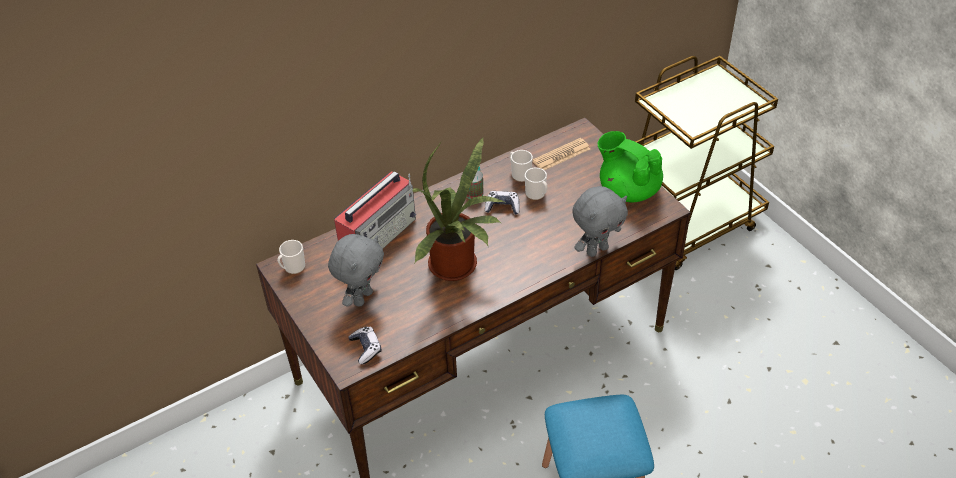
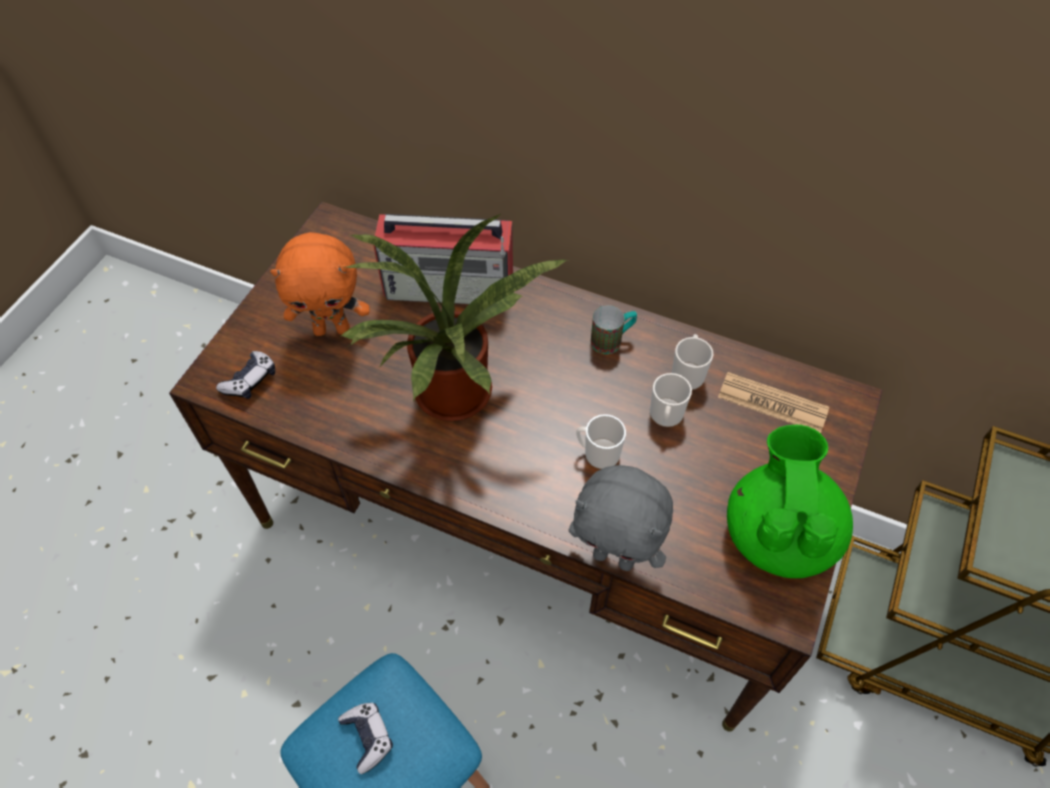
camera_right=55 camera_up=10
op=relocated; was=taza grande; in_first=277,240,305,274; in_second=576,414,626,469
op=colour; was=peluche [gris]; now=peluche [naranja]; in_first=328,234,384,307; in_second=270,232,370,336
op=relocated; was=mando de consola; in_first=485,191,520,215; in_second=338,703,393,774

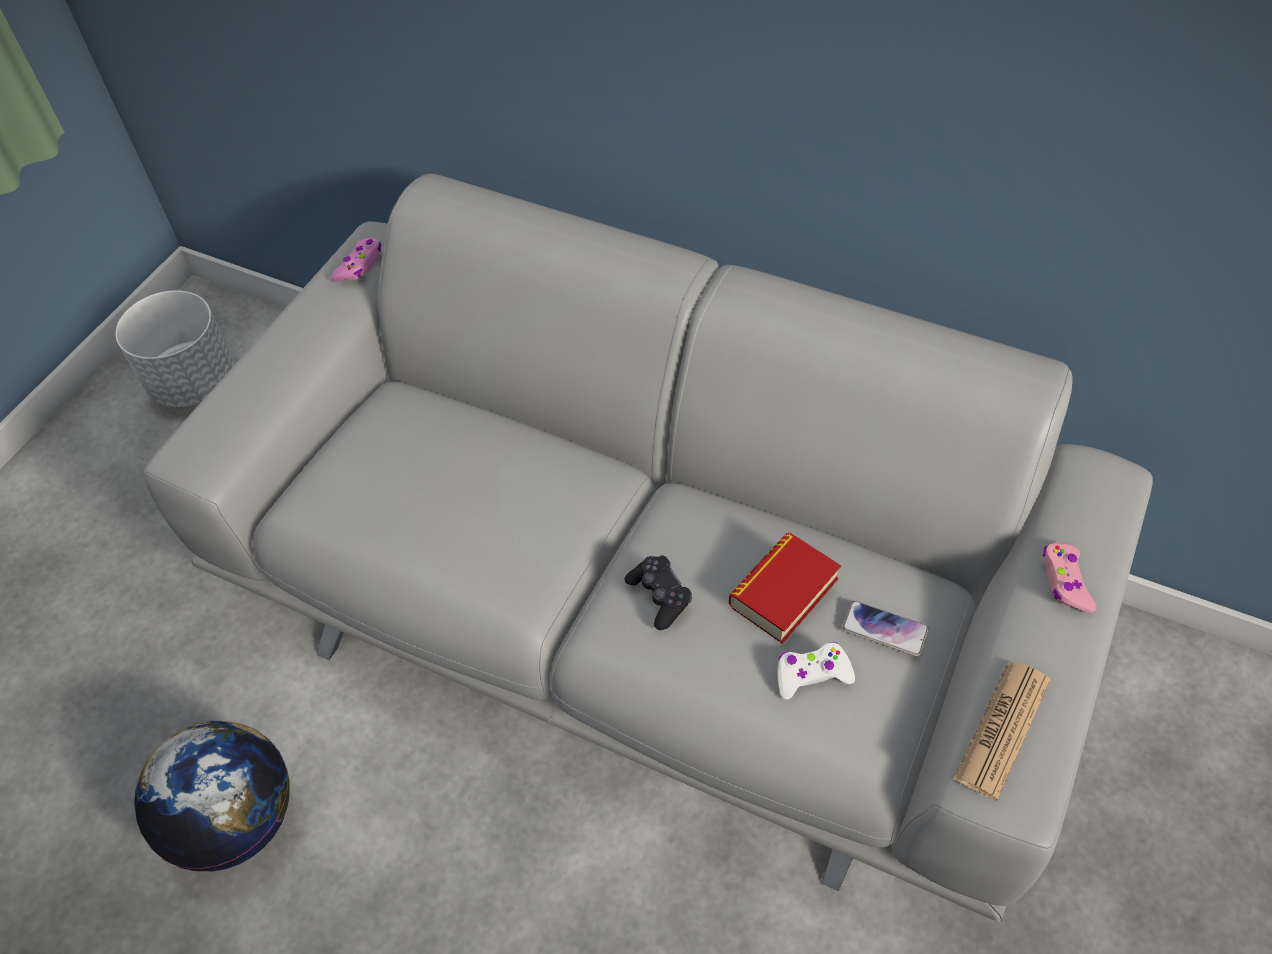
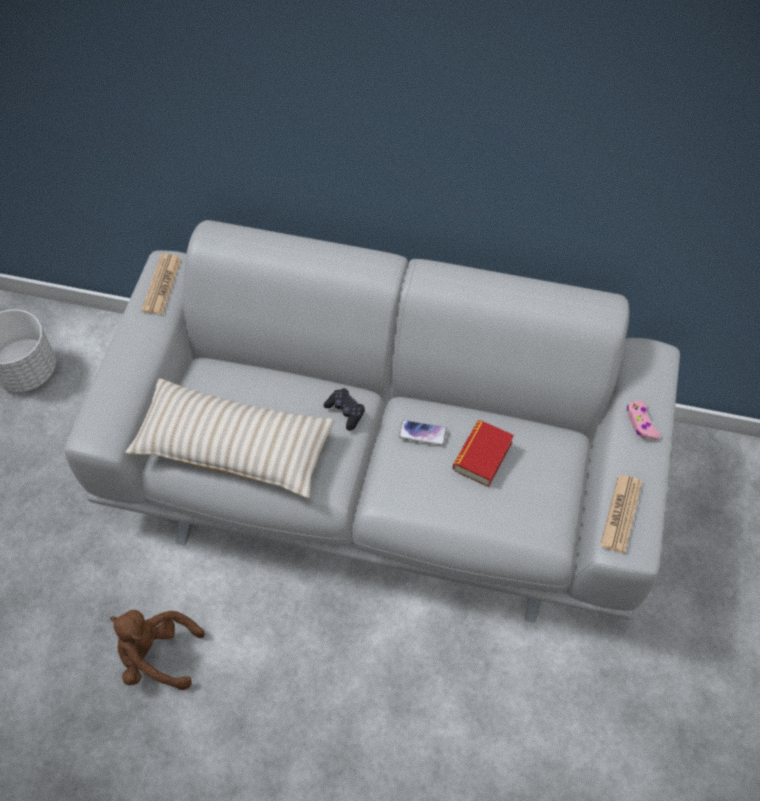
camera_right=-15 camera_up=5
op=exchanged; was=globo terráqueo; now=peluche [marrón]; in_first=134,721,290,871; in_second=110,610,205,690
op=exchanged; was=mando de consola [rosa]; now=periódico; in_first=330,238,381,282; in_second=141,254,182,315
op=relocated; was=mando de consola [negro]; in_first=624,555,692,630; in_second=324,388,365,431
op=missing; was=mando de consola [blanco]; in_first=777,642,855,700
op=relocated; was=móvil; in_first=842,601,928,657; in_second=399,420,447,446
op=appeared; now=cojín [beis]; in_second=125,378,335,498

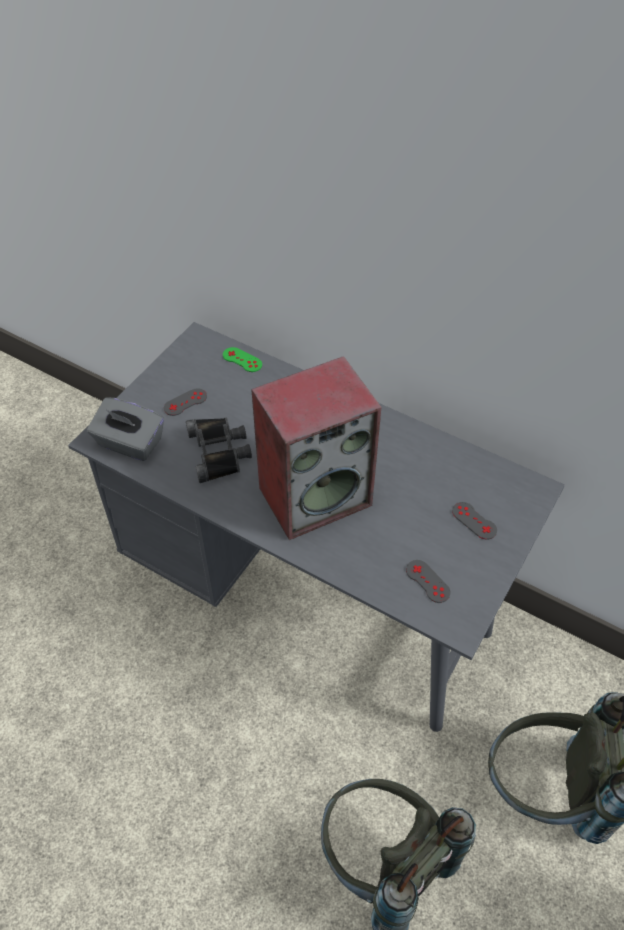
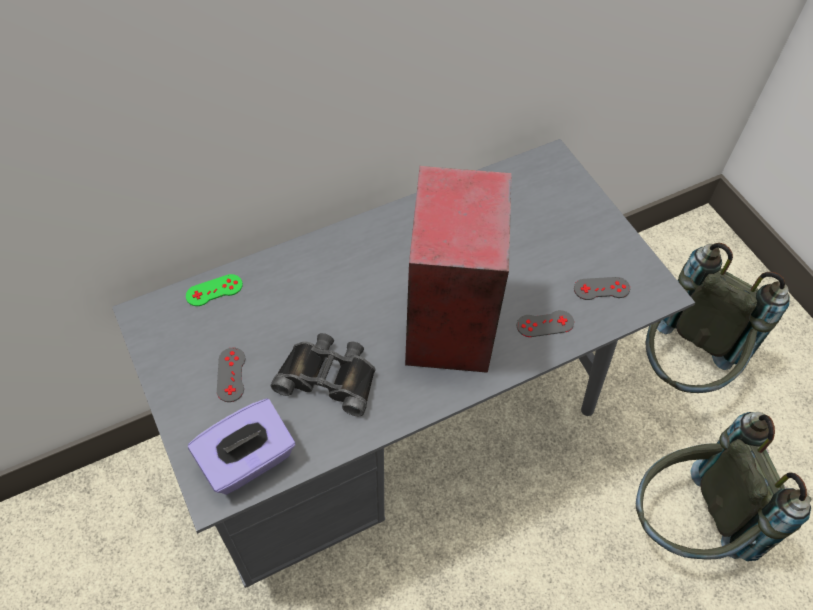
camera_right=-60 camera_up=5
op=colour; was=caja de pañuelos [gris]; now=caja de pañuelos [morado]; in_first=87,397,164,461; in_second=188,398,295,495
op=relocated; was=mando de consola [gris]; in_first=452,502,497,540; in_second=517,310,574,337

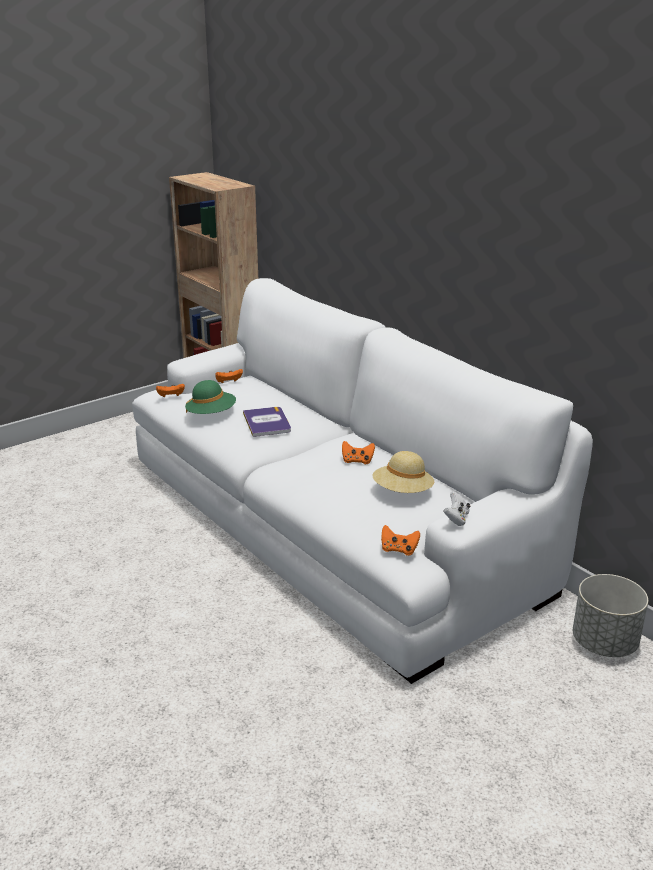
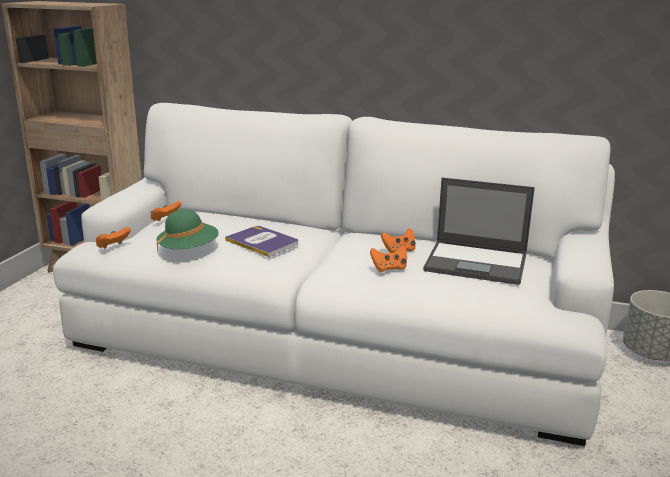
camera_right=-35 camera_up=-5
op=exchanged; was=sombrero [beis]; now=portátil; in_first=373,451,434,493; in_second=423,178,535,285
op=relocated; was=mando de consola [naranja]; in_first=381,525,420,556; in_second=370,245,407,272
op=missing; was=mando de consola [blanco]; in_first=444,491,470,526

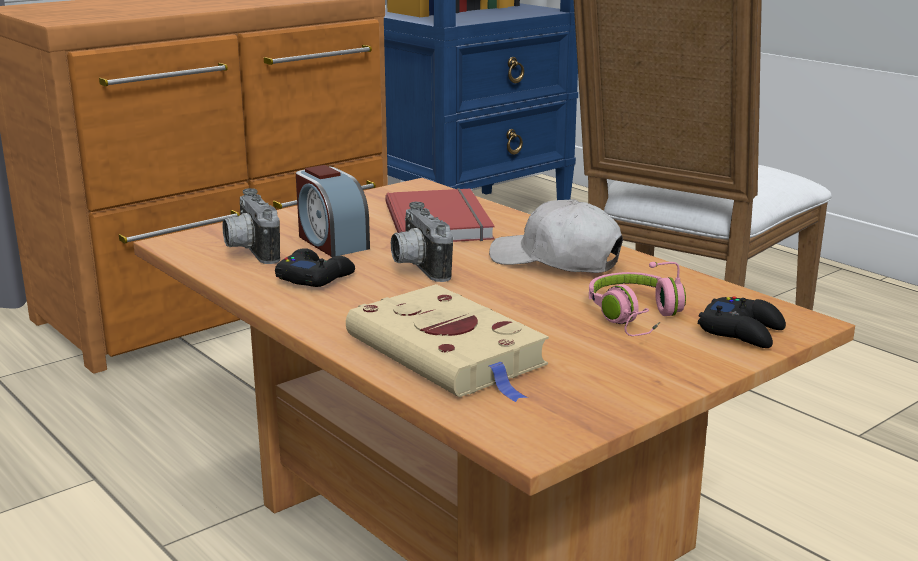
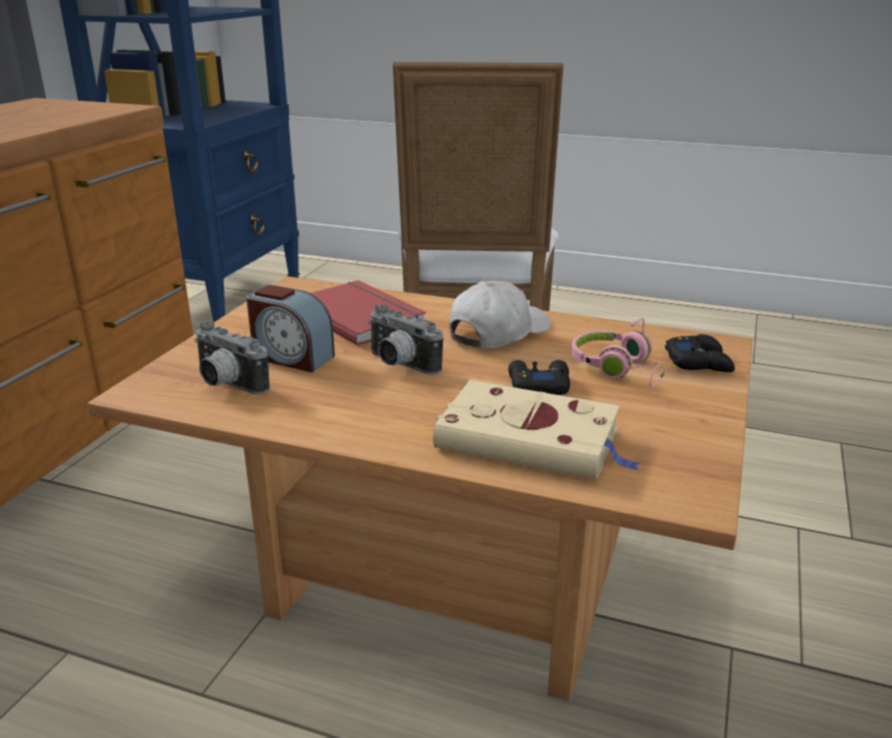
camera_right=-30 camera_up=5
op=relocated; was=mando de consola [negro]; in_first=275,248,355,287; in_second=508,360,570,395
op=spun; was=gorra [blanco]; in_first=489,199,623,273; in_second=449,281,551,349; clockwise=135

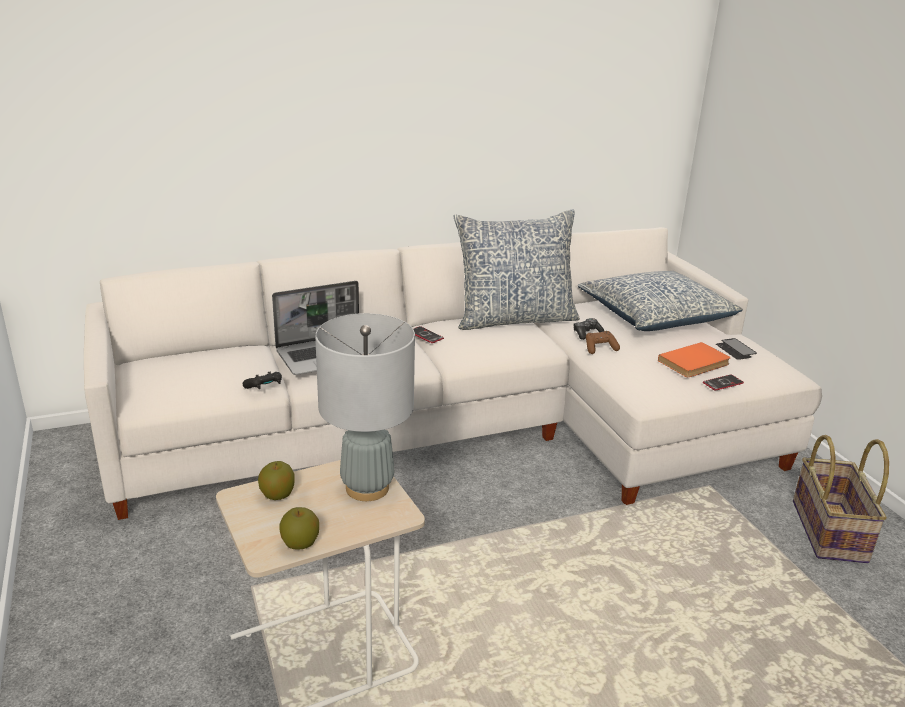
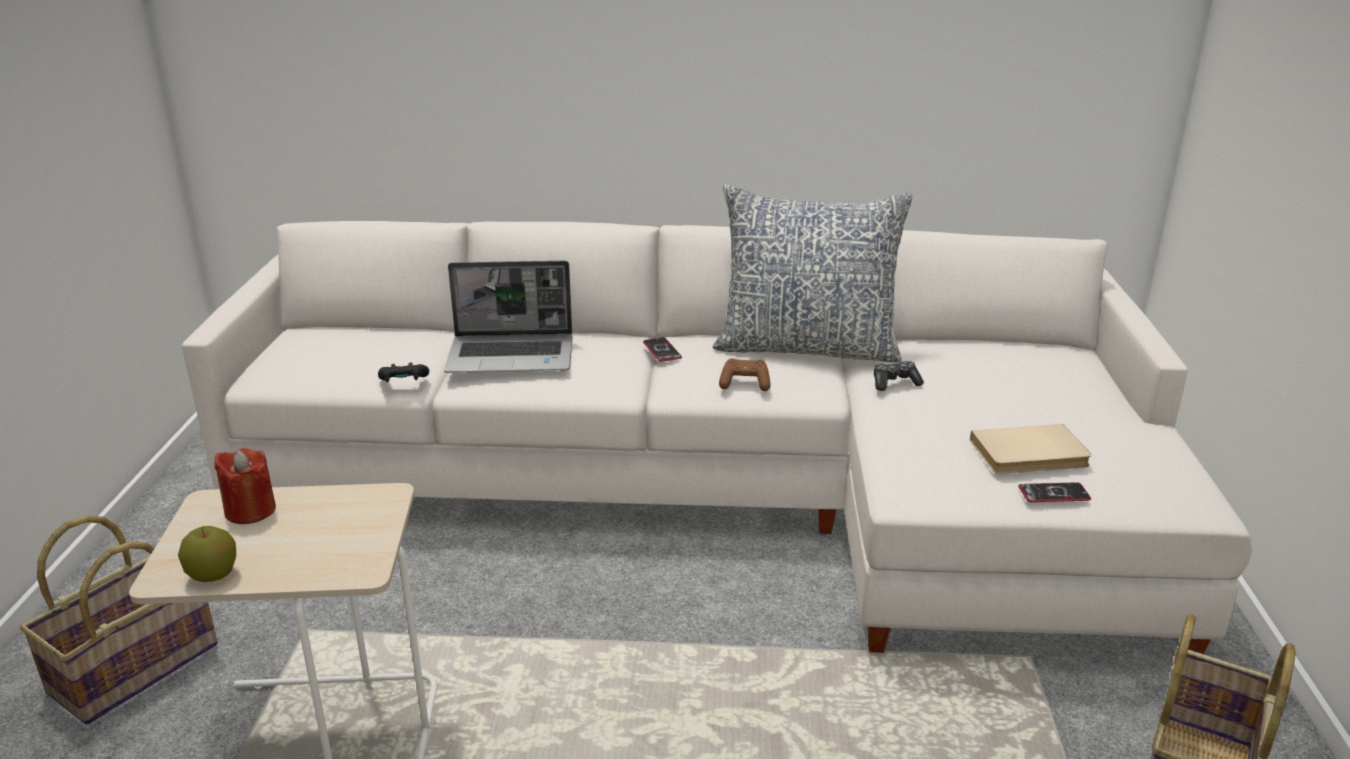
camera_right=25 camera_up=0
op=exchanged; was=manzana; now=vela [rojo]; in_first=258,461,295,500; in_second=214,448,276,524
op=missing; was=lámpara de mesa [gris]; in_first=315,313,415,501
op=missing; was=cojín; in_first=578,271,743,331
op=relocated; was=mando de consola [marrón]; in_first=586,331,620,354; in_second=719,358,770,391
op=colour; was=libro [naranja]; now=libro [beis]; in_first=658,342,731,377; in_second=970,424,1091,474
op=missing; was=móvil; in_first=716,338,757,360
op=appeared; now=cesta; in_second=20,515,218,725

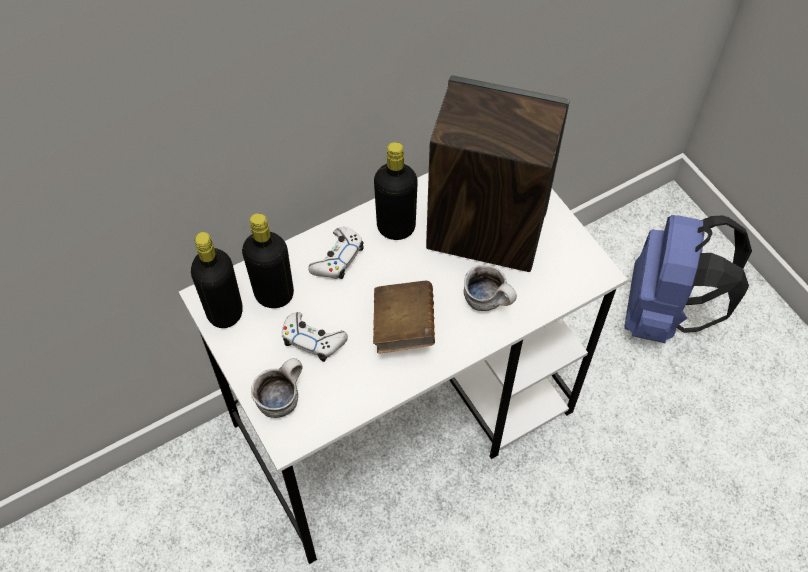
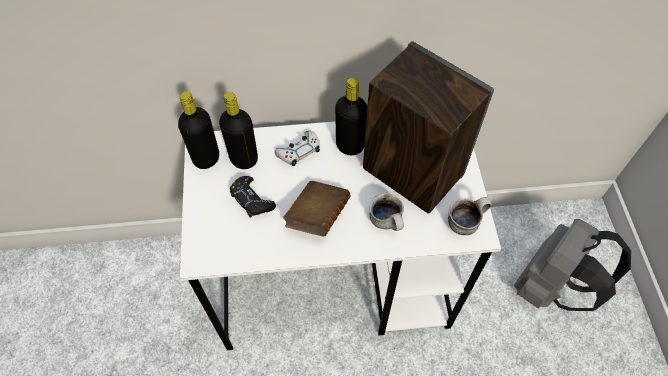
camera_right=25 camera_up=0
op=relocated; was=taza grande; in_first=251,358,303,418; in_second=448,197,492,235
op=colour; was=mando de consola [blanco]; now=mando de consola [negro]; in_first=282,312,348,362; in_second=230,176,276,218
op=colour; was=mochila [azul]; now=mochila [gris]; in_first=625,215,752,343; in_second=514,219,631,311

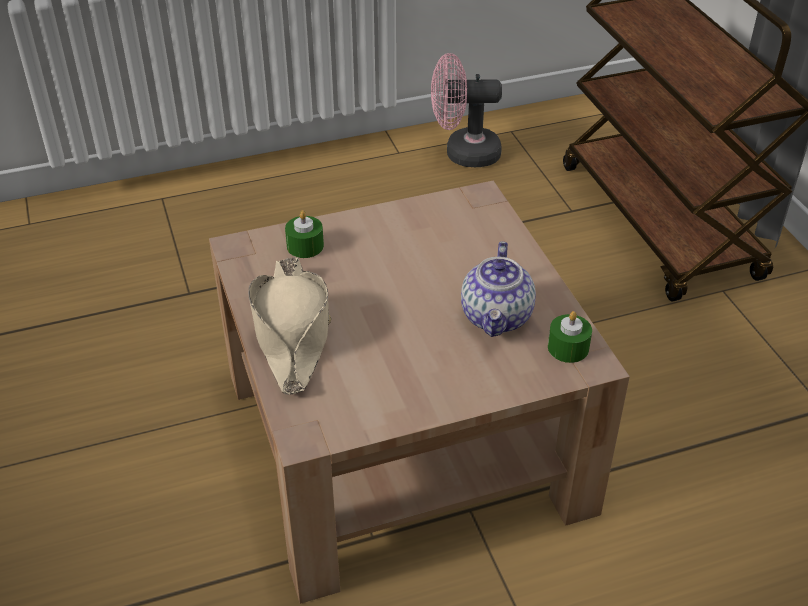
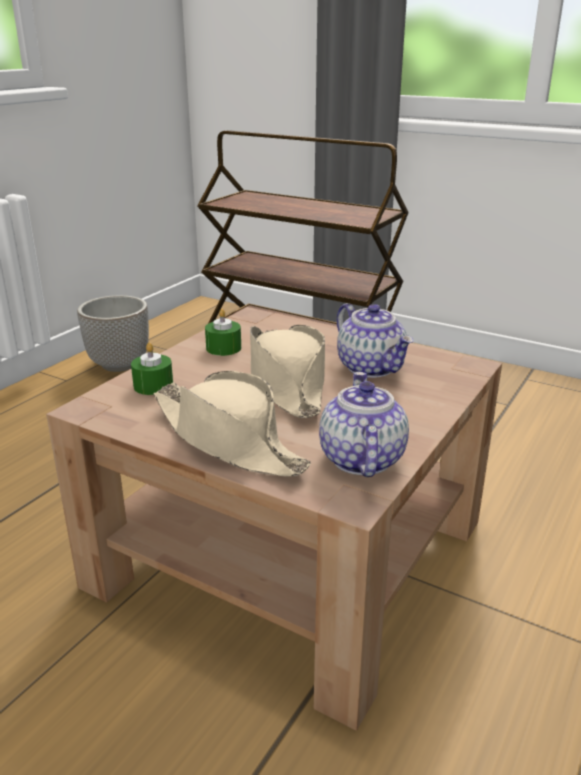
camera_right=-40 camera_up=-15
op=exchanged; was=ventilador [rosa]; now=maceta; in_first=431,53,502,167; in_second=77,295,149,372
op=relocated; was=vela [verde]; in_first=548,311,592,363; in_second=205,308,241,356
op=appeared; now=sombrero [beis]; in_second=250,325,325,418
op=appeared; now=tetera; in_second=319,372,409,477

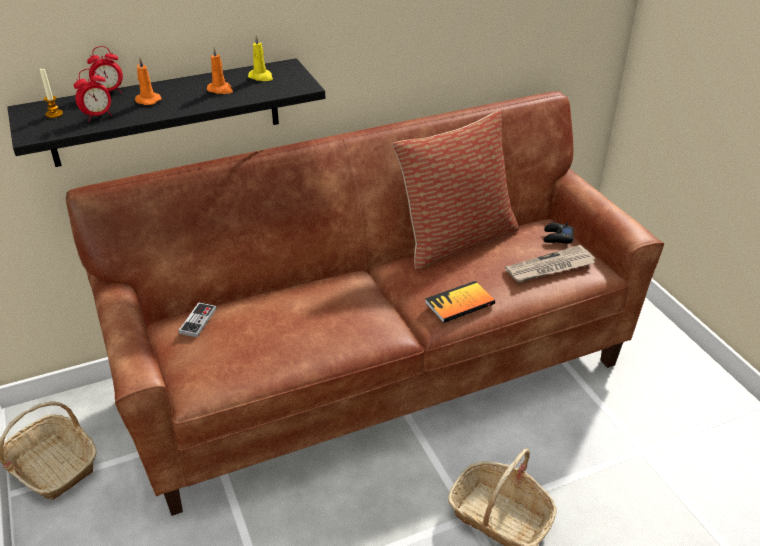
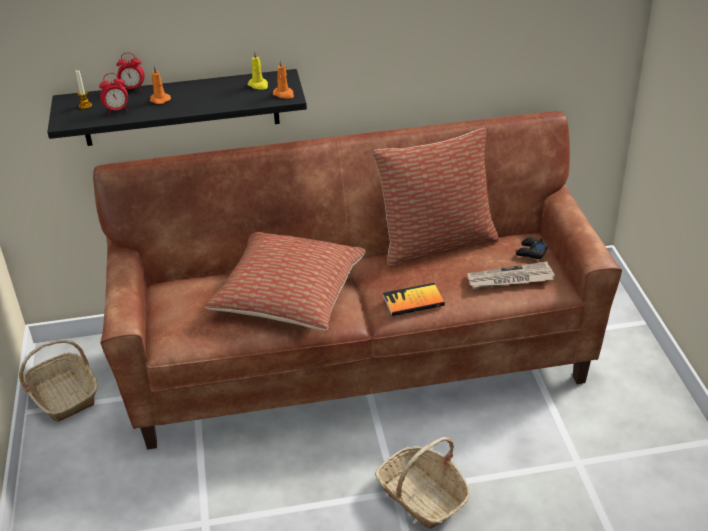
camera_right=15 camera_up=0
op=missing; was=mando de consola; in_first=178,302,217,337
op=relocated; was=vela [naranja]; in_first=207,47,233,94; in_second=272,59,294,99
op=appeared; now=cojín; in_second=205,232,366,331

